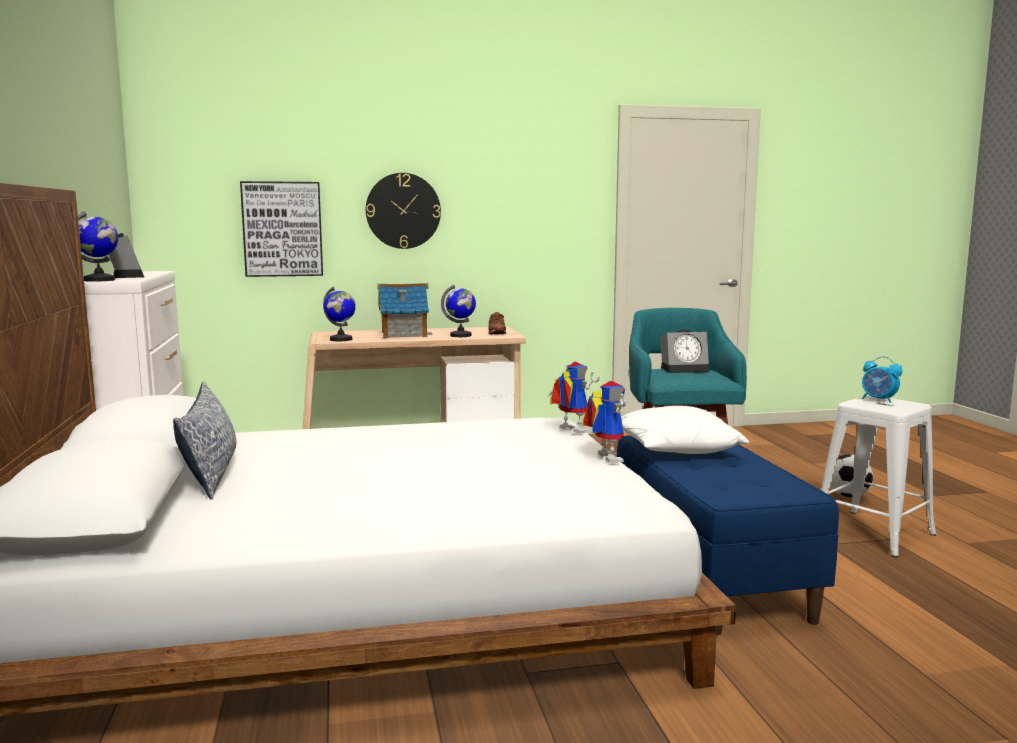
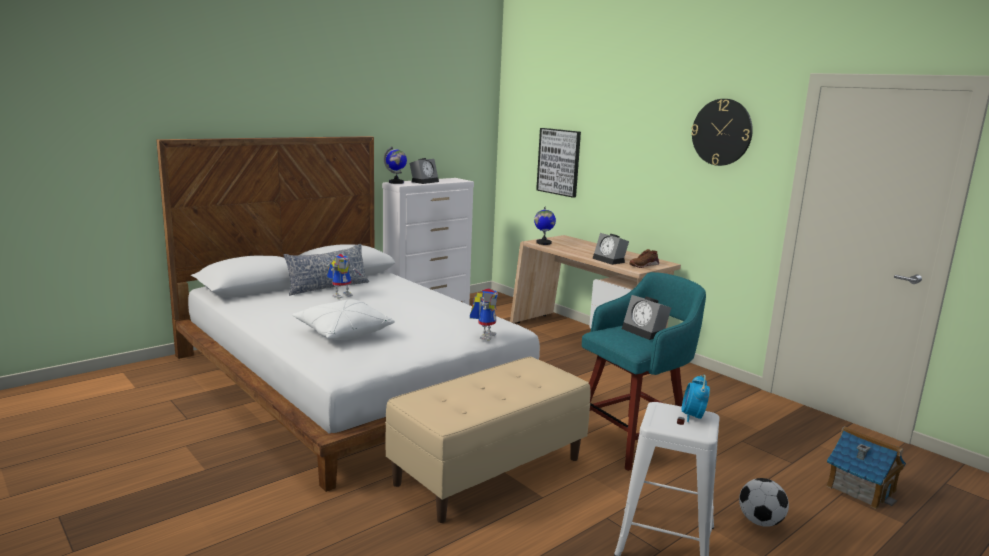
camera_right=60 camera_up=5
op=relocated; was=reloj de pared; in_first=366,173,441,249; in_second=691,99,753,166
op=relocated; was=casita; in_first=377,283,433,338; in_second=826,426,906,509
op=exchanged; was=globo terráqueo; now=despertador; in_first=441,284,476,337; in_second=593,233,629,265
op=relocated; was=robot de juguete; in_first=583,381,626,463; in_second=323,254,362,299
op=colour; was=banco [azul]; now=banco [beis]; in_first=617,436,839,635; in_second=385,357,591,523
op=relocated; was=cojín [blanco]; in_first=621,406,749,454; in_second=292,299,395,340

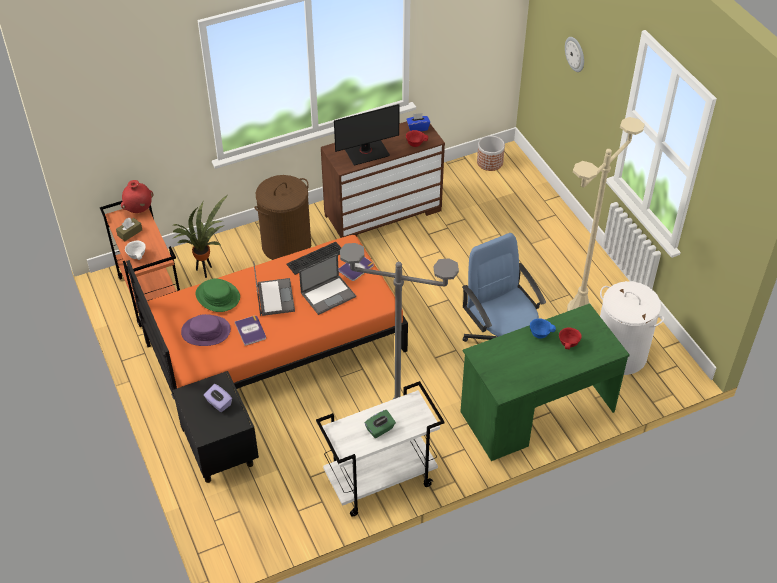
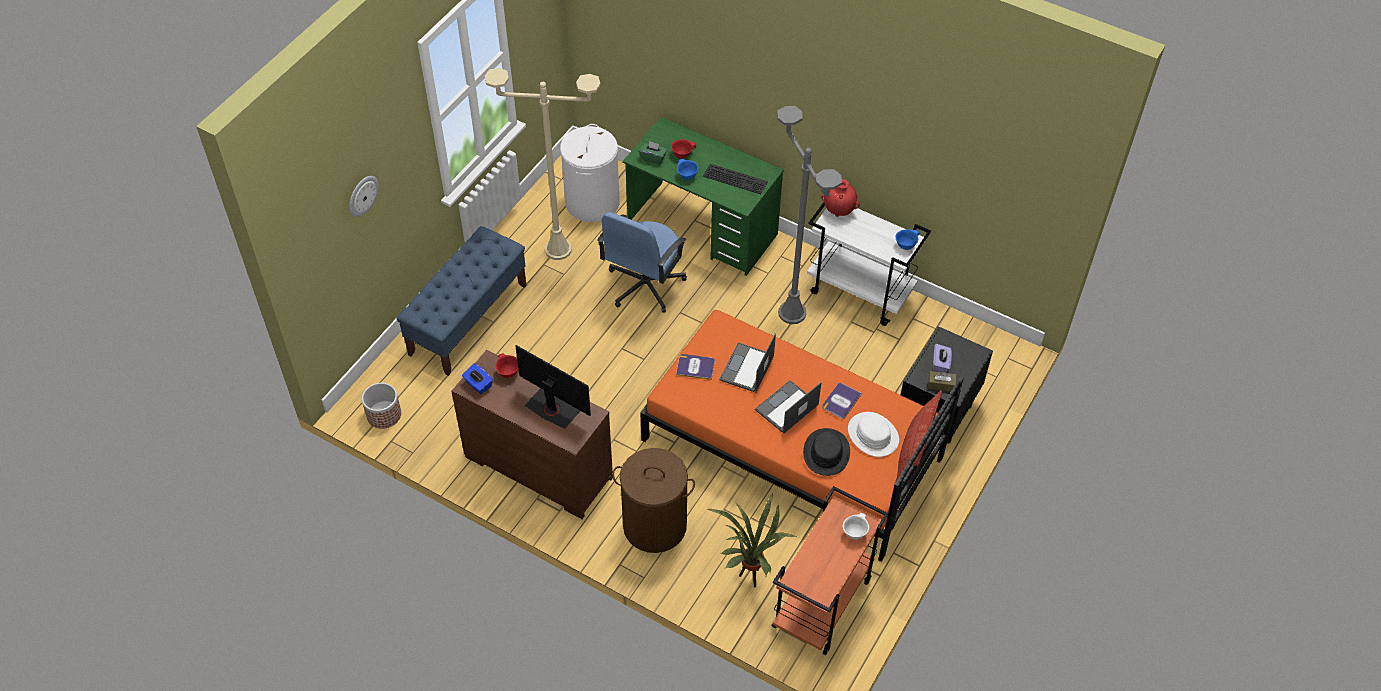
camera_right=-125 camera_up=5
op=relocated; was=caja de pañuelos [marrón]; in_first=116,218,142,241; in_second=928,371,957,392
op=relocated; was=florero [rojo]; in_first=121,180,153,213; in_second=821,179,860,217
op=colour; was=sombrero [morado]; now=sombrero [blanco]; in_first=181,314,231,346; in_second=848,412,899,457
op=colour; was=sombrero [verde]; now=sombrero [negro]; in_first=196,279,240,312; in_second=803,428,850,476
op=relocated; was=teclado; in_first=286,242,341,275; in_second=703,164,768,194
op=spun; was=portátil; in_first=299,254,356,315; in_second=719,333,776,393; clockwise=-90
op=relocated; was=caja de pañuelos [verde]; in_first=365,410,396,438; in_second=639,141,667,164
op=appeared; now=banco [azul]; in_second=397,226,527,376
op=appeared; now=cuenco [azul]; in_second=895,229,920,250
op=appeared; now=cojín; in_second=895,390,942,483

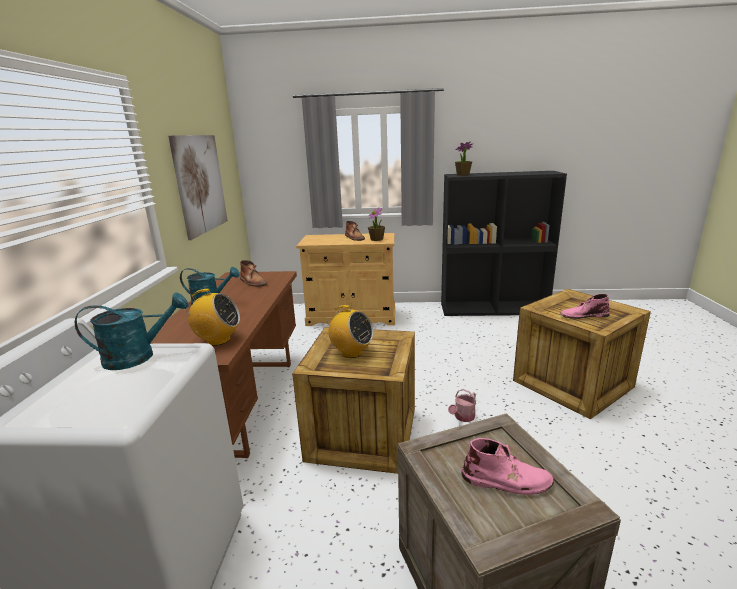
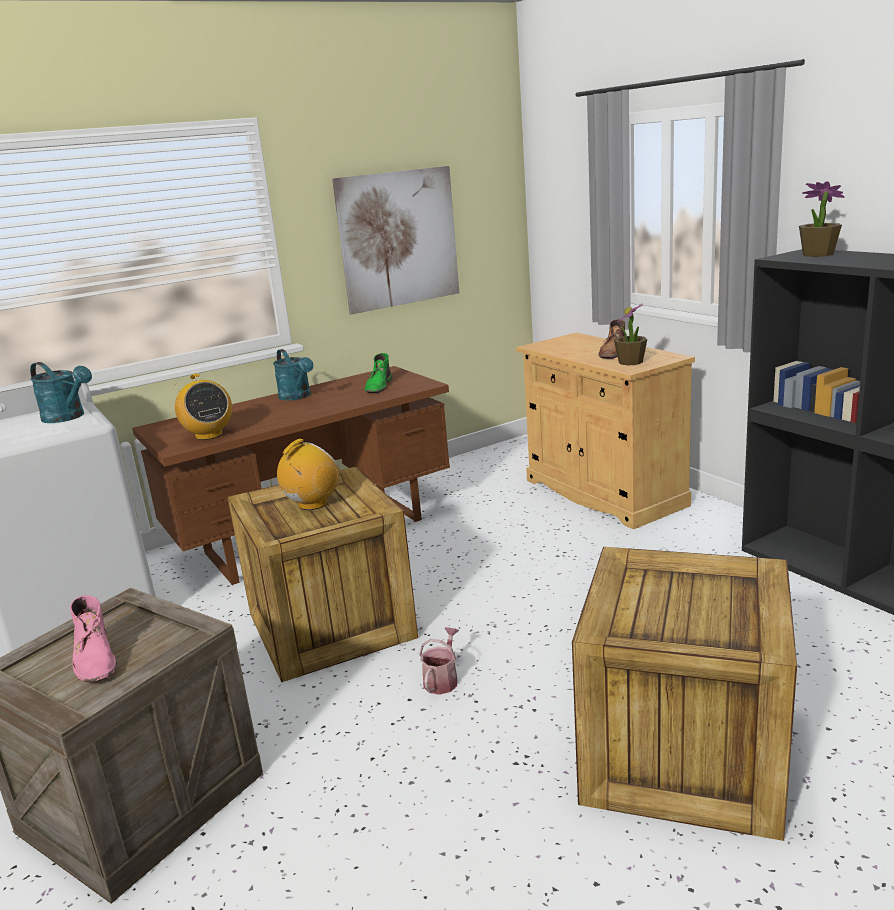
camera_right=55 camera_up=0
op=colour; was=bota [marrón]; now=bota [verde]; in_first=240,260,267,287; in_second=365,353,392,393
op=spun; was=radio; in_first=323,305,373,358; in_second=277,439,340,510; clockwise=-135
op=spun; was=regadera; in_first=448,389,476,422; in_second=419,627,459,695; clockwise=105
op=missing; was=bota [rosa]; in_first=560,294,610,319

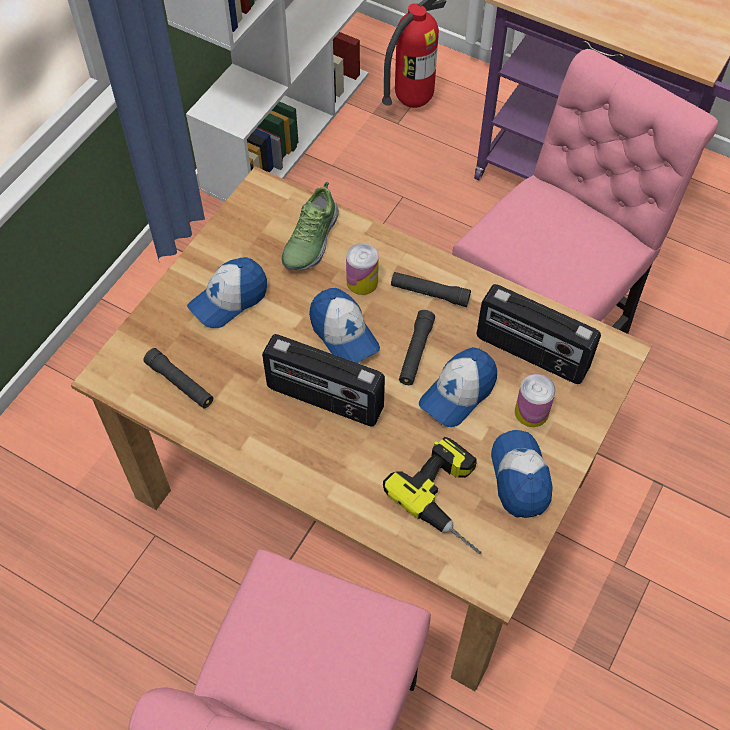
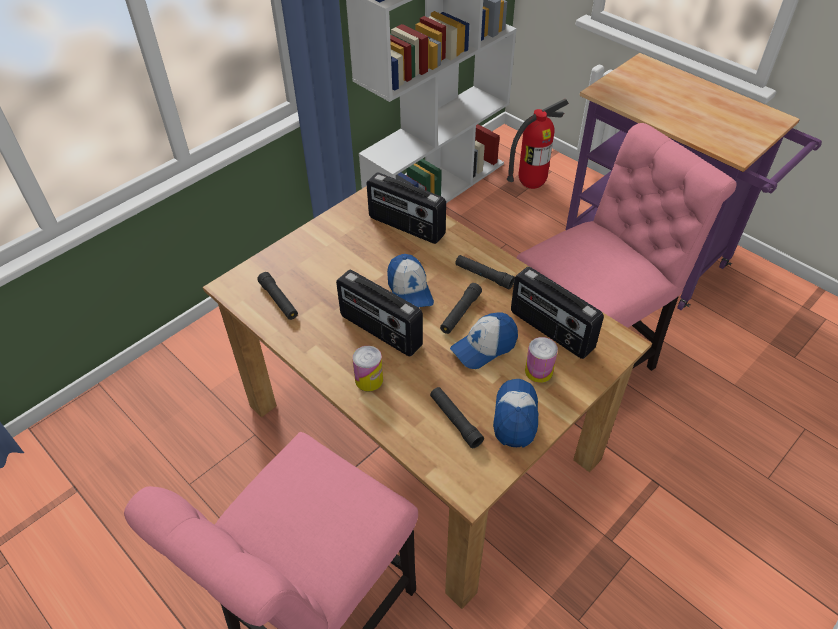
camera_right=15 camera_up=-10
op=missing; was=gorra; in_first=187,257,267,328
op=exchanged; was=zapato; now=radio; in_first=281,181,339,271; in_second=366,172,446,244
op=relocated; was=lata; in_first=346,243,379,295; in_second=352,346,383,392
op=exchanged; was=taladro; now=linterna [negro]; in_first=383,437,482,554; in_second=430,387,484,448

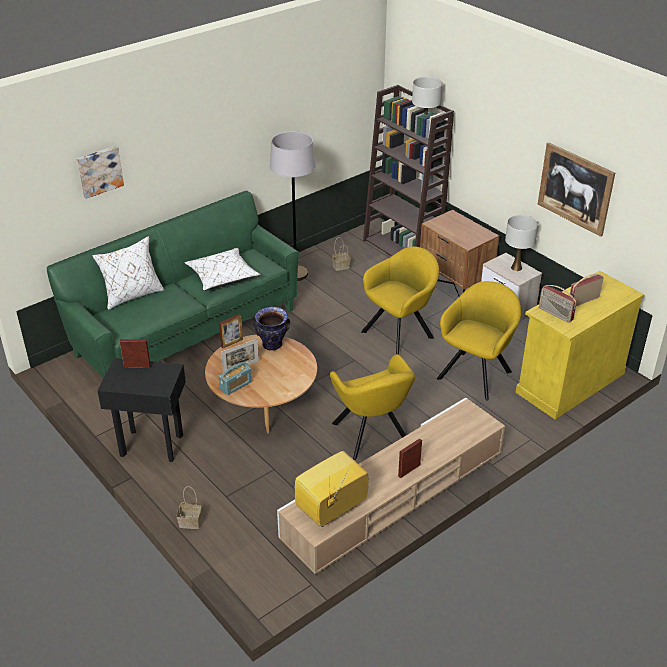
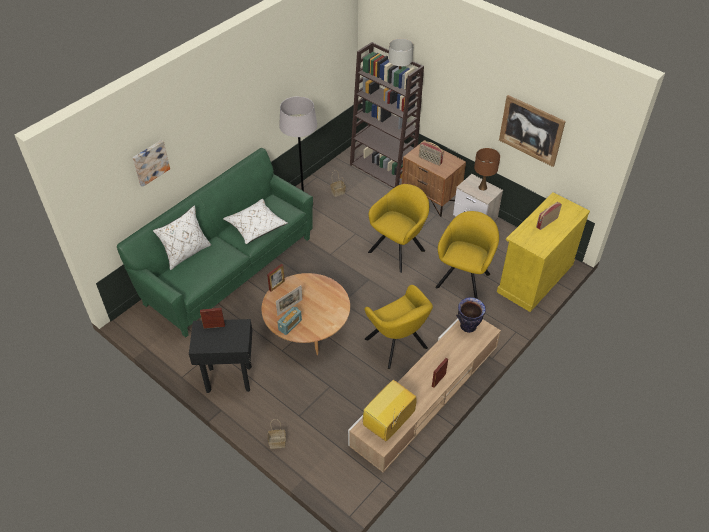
camera_right=-10 camera_up=10
op=relocated; was=florero; in_first=253,306,290,351; in_second=456,297,486,333
op=colour; was=lámpara de mesa [blanco]; now=lámpara de mesa [marrón]; in_first=505,215,538,271; in_second=474,148,500,191
op=relocated; was=radio; in_first=539,285,577,323; in_second=419,141,444,166

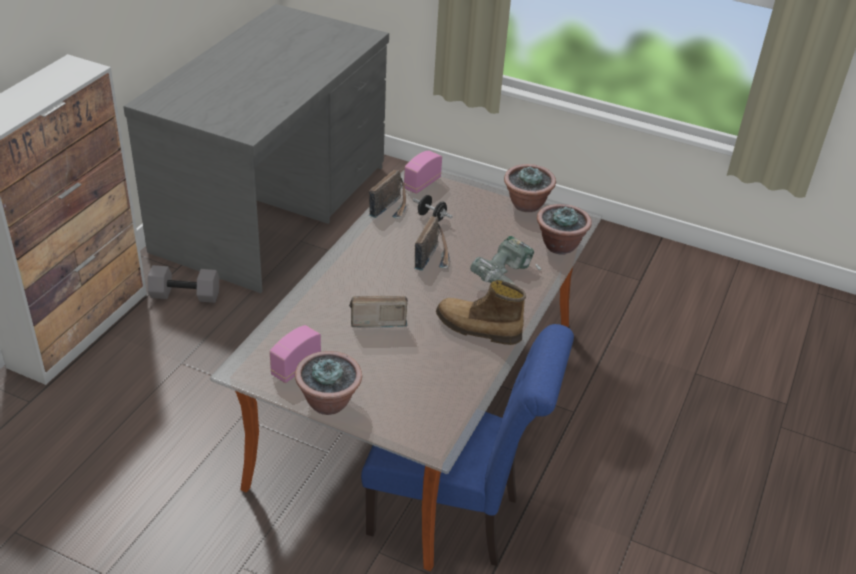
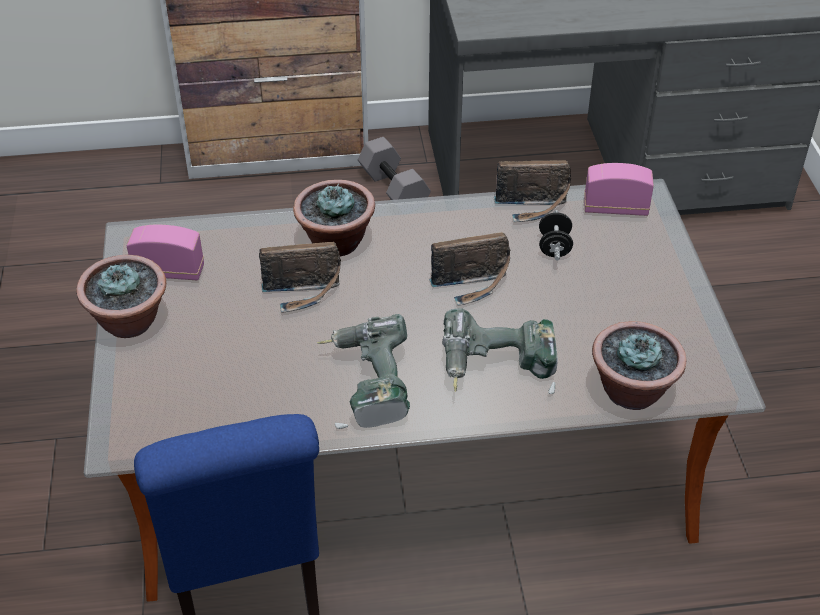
camera_right=60 camera_up=5
op=spun; was=radio; in_first=349,296,408,328; in_second=259,242,341,313; clockwise=120
op=exchanged; was=bota; now=taladro; in_first=436,280,526,345; in_second=317,314,410,429
op=relocated; was=planta en maceta; in_first=504,164,556,212; in_second=293,180,375,256

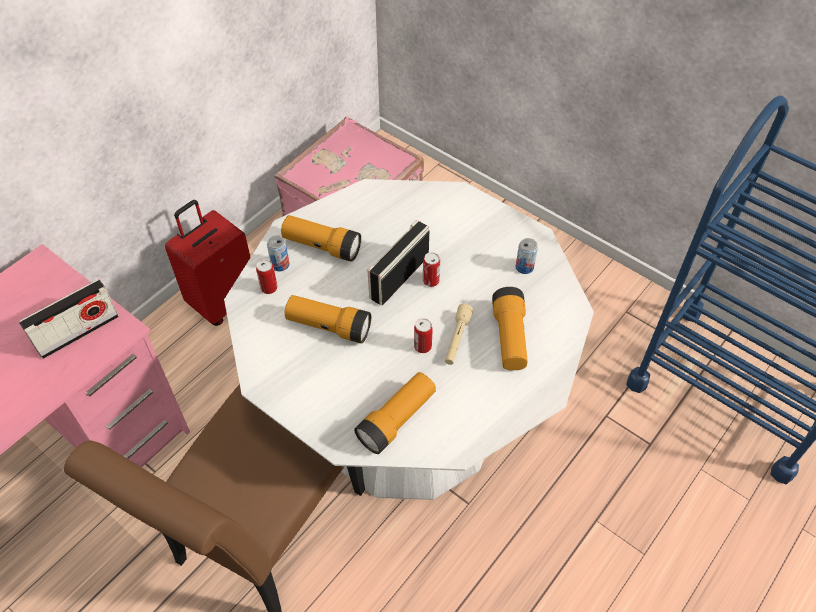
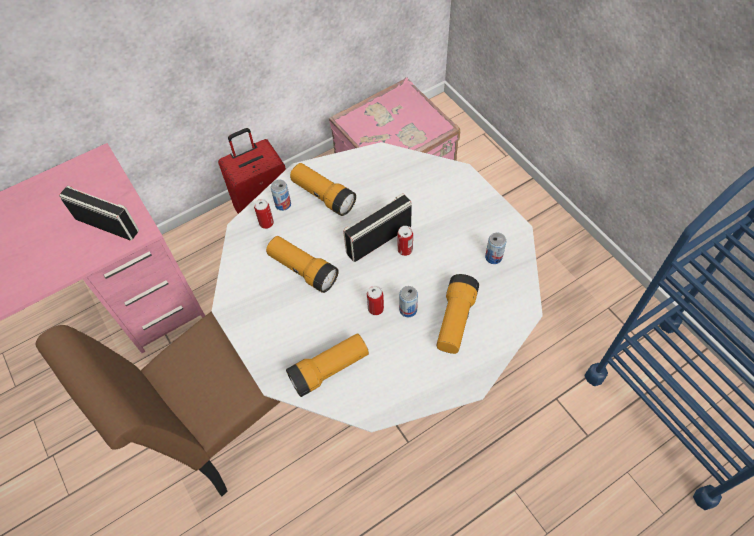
camera_right=20 camera_up=5
op=spun; was=radio; in_first=19,279,119,359; in_second=59,186,139,241; clockwise=-135
op=exchanged; was=linterna [beis]; now=lata; in_first=445,304,473,365; in_second=399,286,418,317

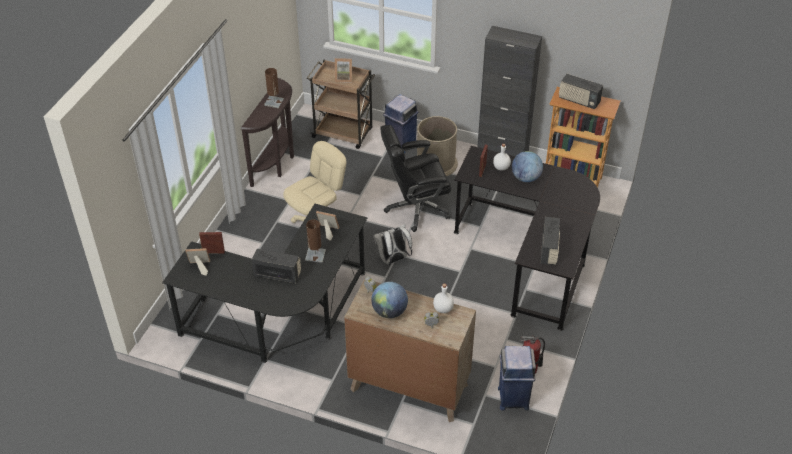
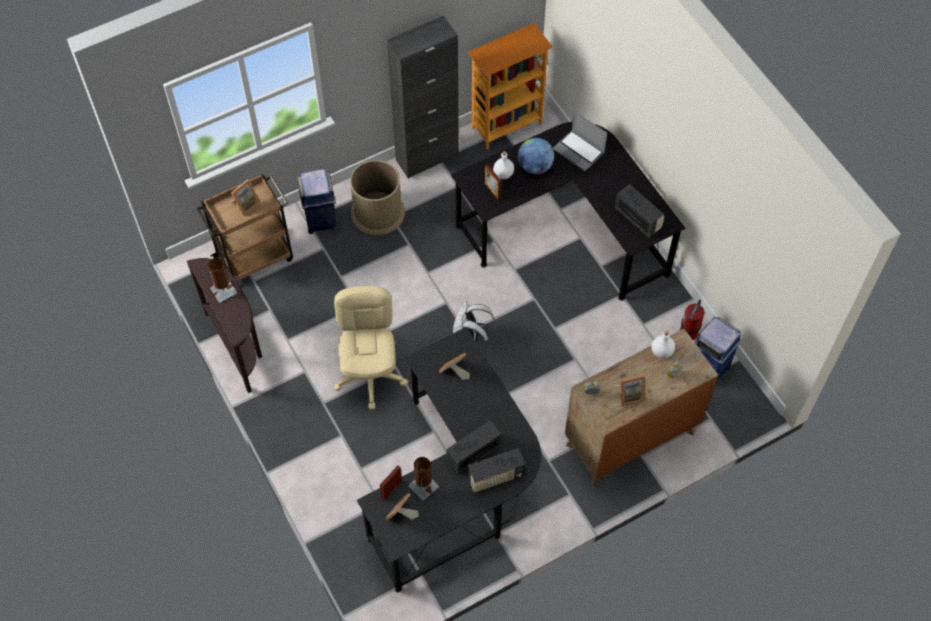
camera_right=-50 camera_up=15
op=relocated; was=lámpara de mesa [marrón]; in_first=305,220,326,263; in_second=408,457,439,501
op=exchanged; was=globo terráqueo; now=portarretratos; in_first=371,282,408,318; in_second=616,374,645,407
op=missing; was=silla de oficina [negro]; in_first=380,125,451,232
op=relocated; was=radio; in_first=559,74,603,109; in_second=468,448,526,493
op=appeared; now=portátil; in_second=553,111,607,171

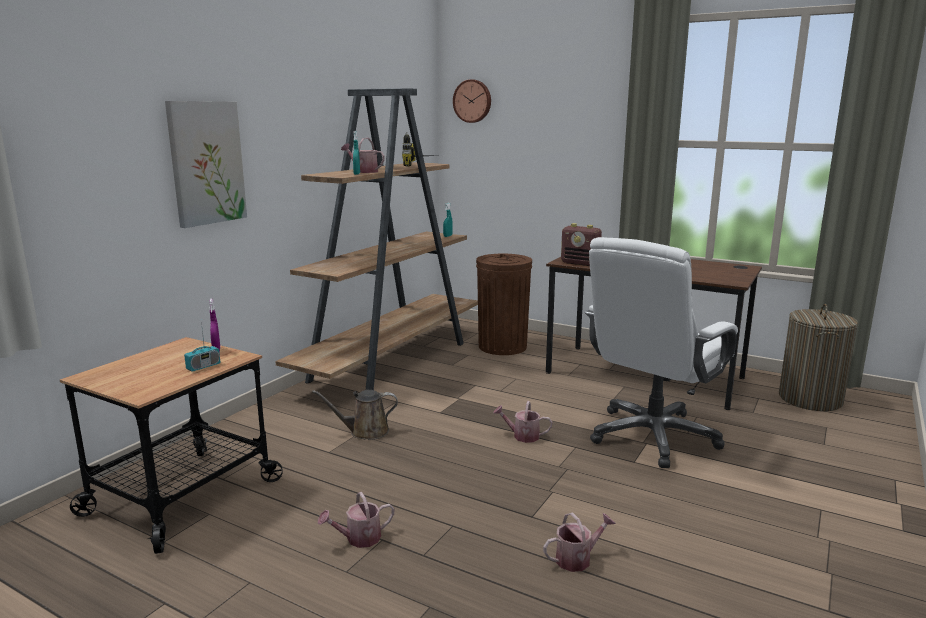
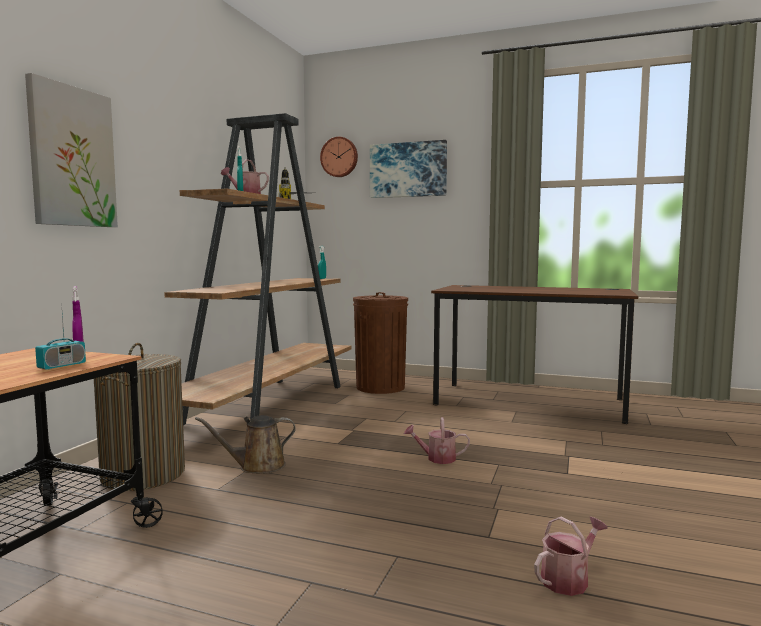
camera_right=-10 camera_up=-10
op=missing; was=regadera; in_first=318,492,394,548
op=missing; was=radio; in_first=561,223,602,266
op=missing; was=silla de oficina [blanco]; in_first=585,237,738,468
op=relocated; was=cesto de la ropa; in_first=779,304,858,411; in_second=94,343,185,491
op=appeared; now=cuadro; in_second=370,140,447,198

